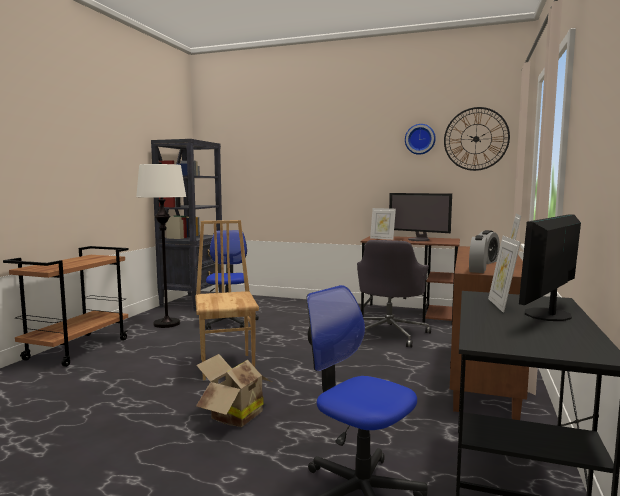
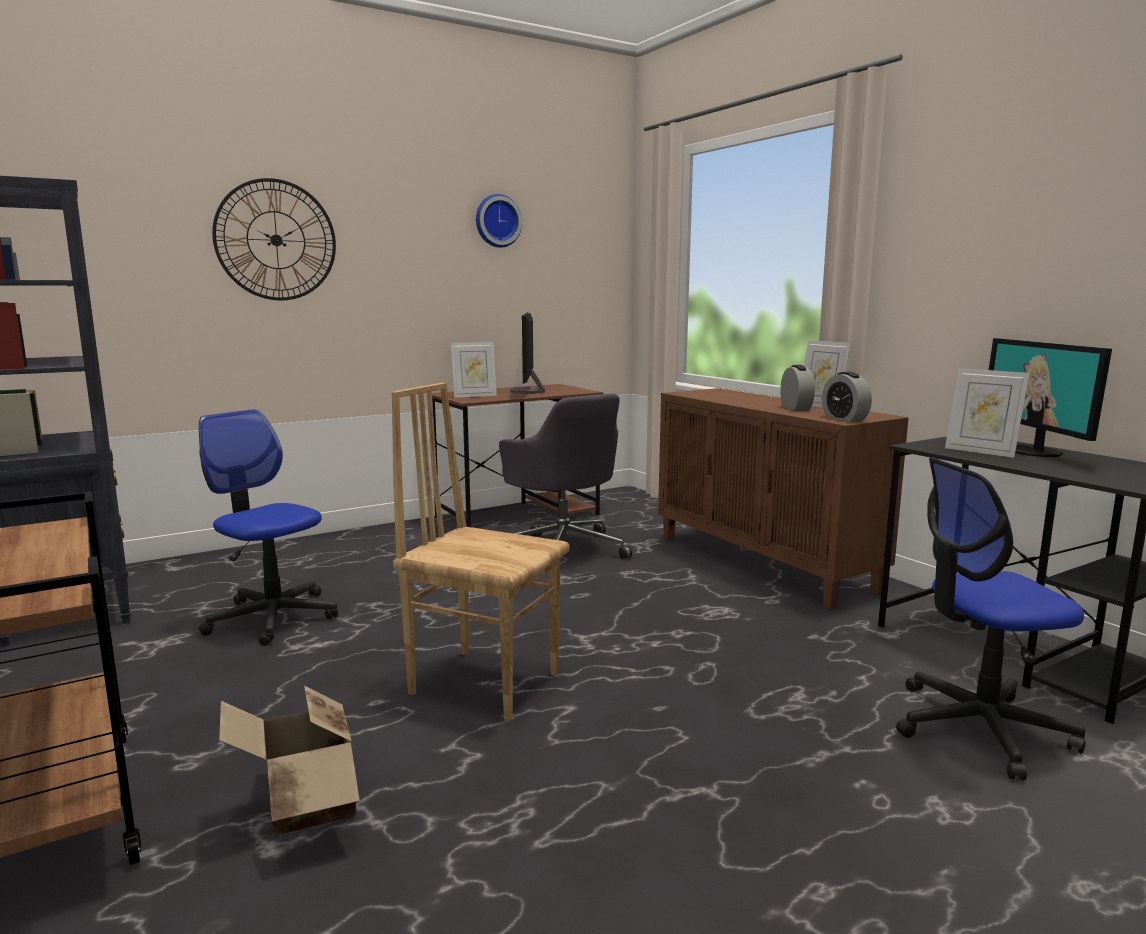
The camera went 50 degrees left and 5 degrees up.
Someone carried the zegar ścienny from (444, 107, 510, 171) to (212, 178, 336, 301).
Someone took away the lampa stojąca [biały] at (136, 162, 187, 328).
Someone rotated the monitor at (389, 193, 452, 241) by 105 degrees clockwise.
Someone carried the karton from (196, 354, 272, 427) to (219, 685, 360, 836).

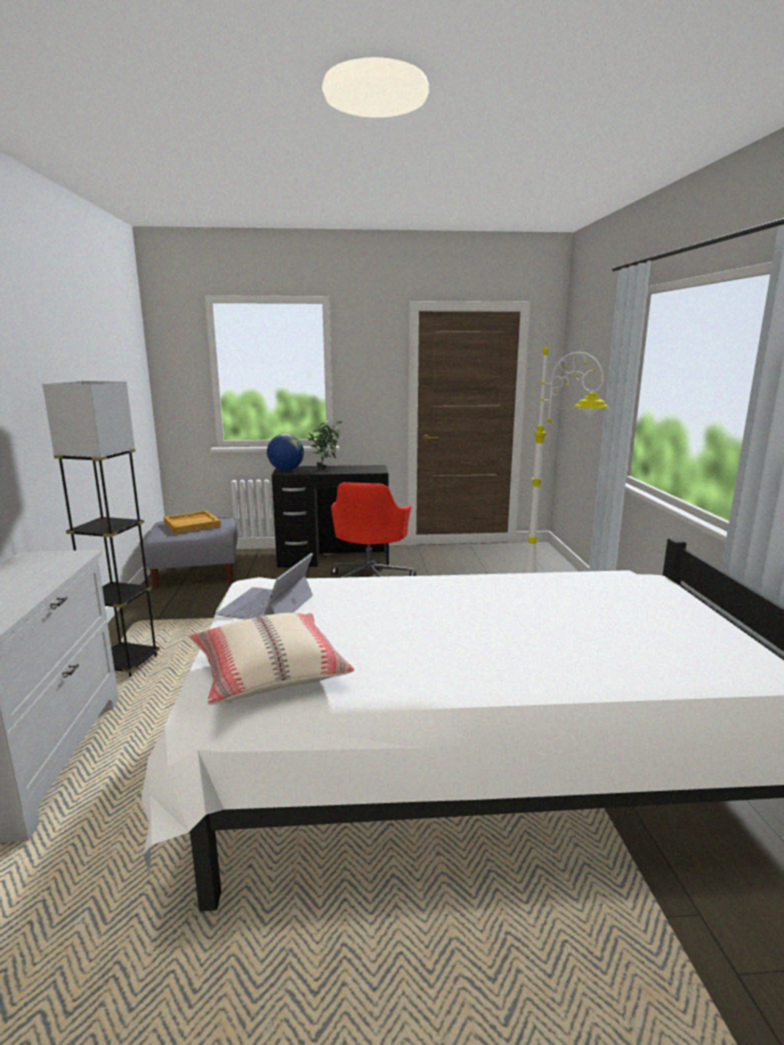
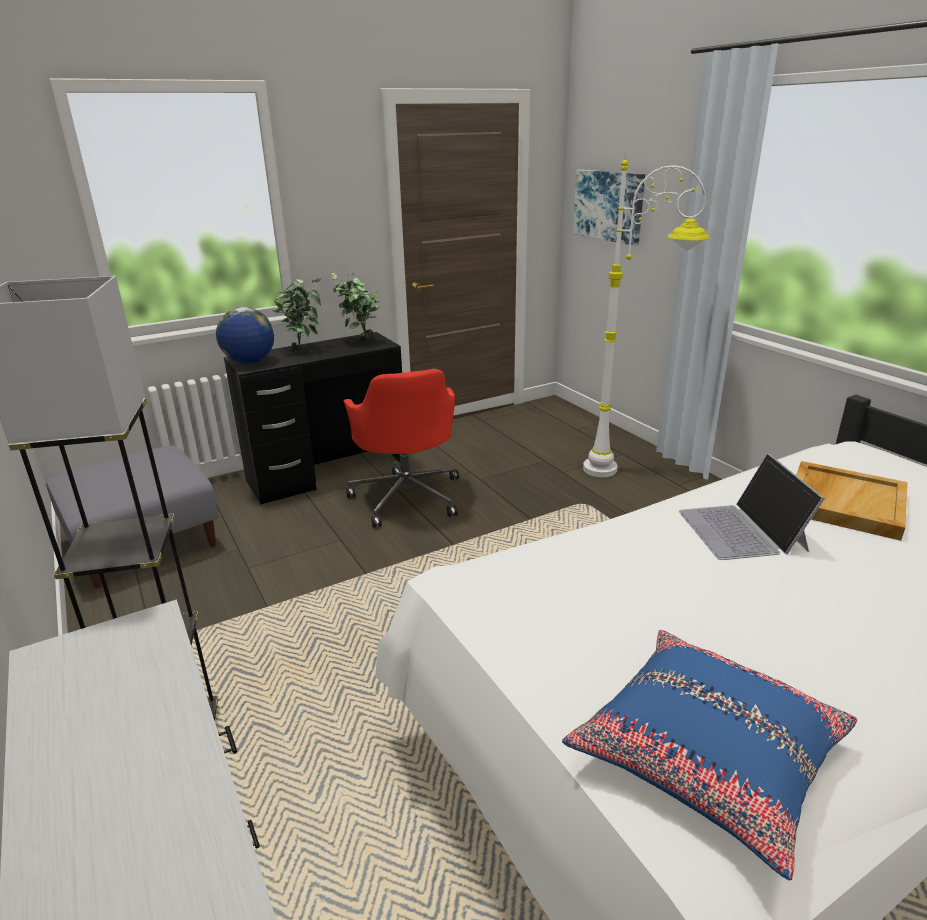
The camera went 25 degrees left and 10 degrees up.
Someone carried the taca [beżowy] from (163, 511, 221, 534) to (796, 461, 908, 541).
Someone carried the laptop from (215, 553, 313, 620) to (679, 453, 825, 560).
Someone repainted the poduszka [beżowy] at (189, 613, 354, 705), which became the poduszka [niebieski] at (562, 630, 857, 881).
Someone put up the obraz at (573, 170, 645, 246).
Someone put down the roślina doniczkowa at (331, 273, 380, 342).

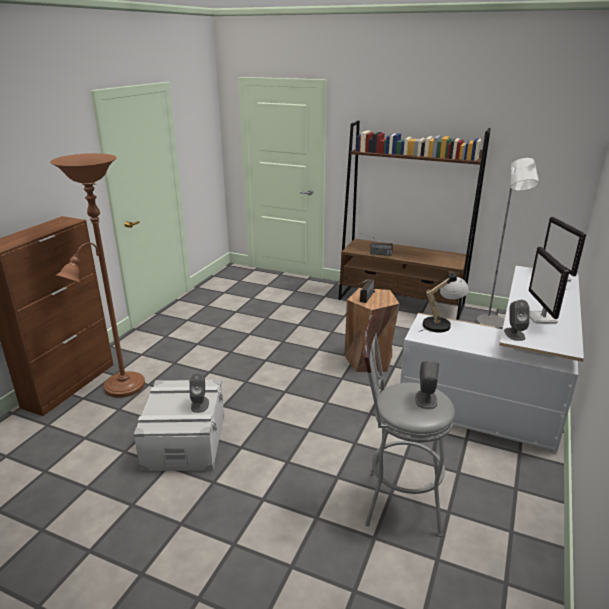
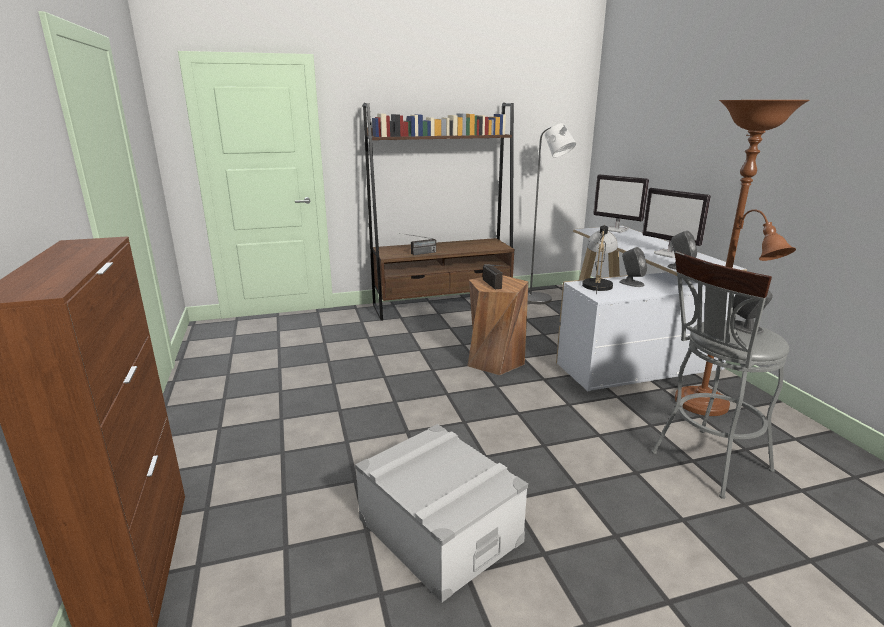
The camera went 40 degrees left and 5 degrees down.
Someone carried the lampa stojąca [brązowy] from (50, 153, 145, 398) to (675, 100, 810, 416).
Someone carried the głośnik [szary] from (189, 373, 209, 413) to (619, 247, 647, 287).

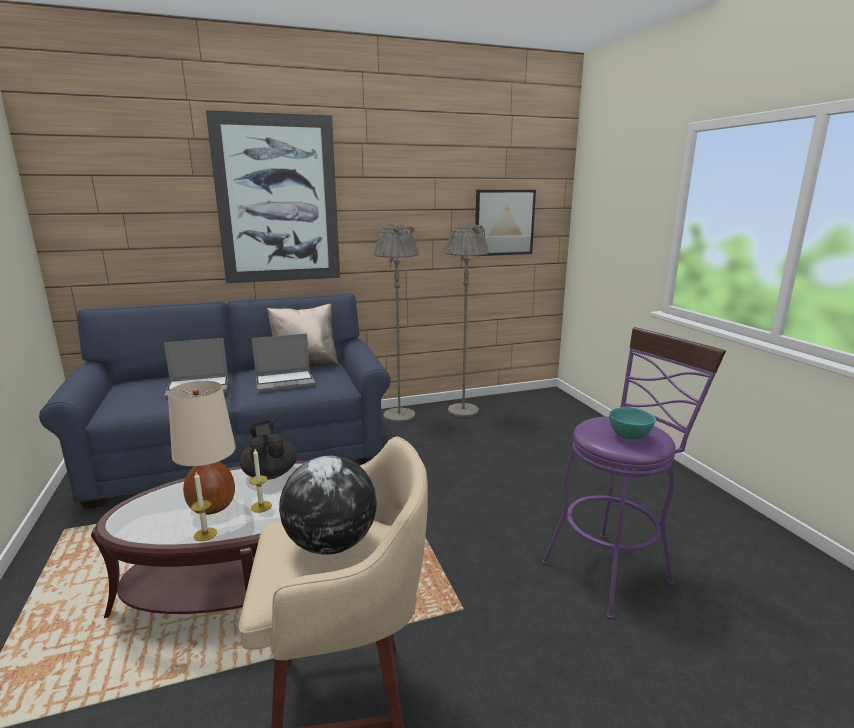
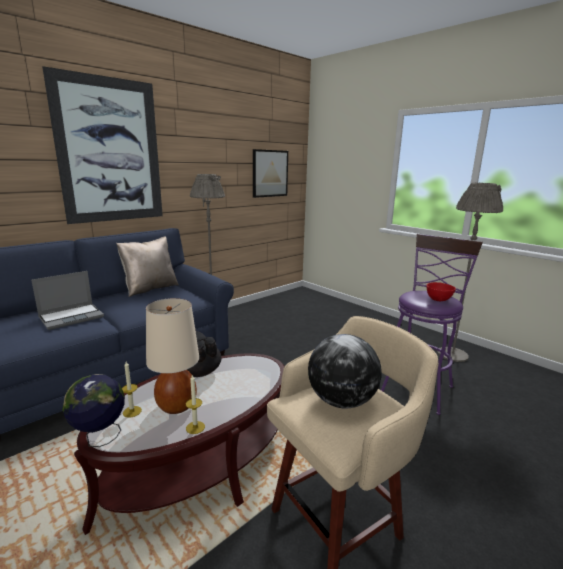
The camera went 25 degrees left and 0 degrees up.
Someone carried the lampa stojąca [szary] from (445, 224, 489, 417) to (437, 183, 503, 362).
Someone took away the laptop at (252, 333, 315, 392).
Someone repainted the miska [turkusowy] at (609, 407, 656, 440), which became the miska [czerwony] at (426, 282, 456, 301).
Someone carried the świeca from (249, 449, 272, 513) to (122, 362, 142, 418).
Someone put down the globus at (62, 374, 125, 447).

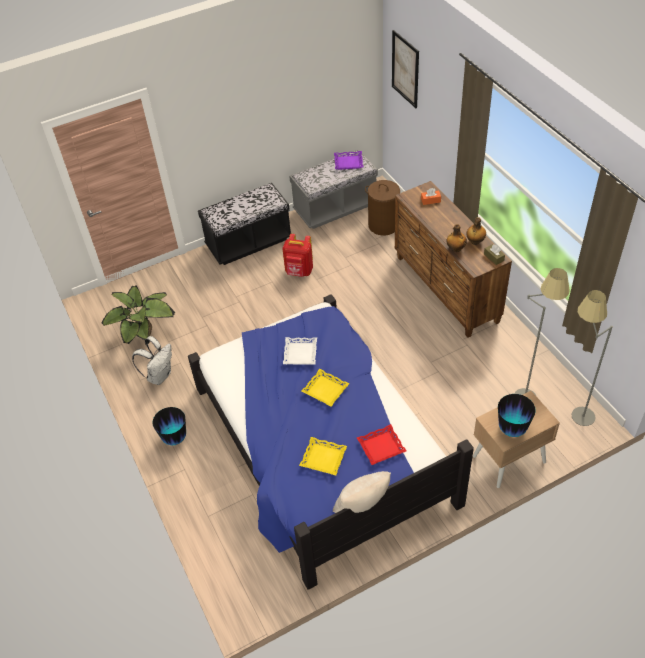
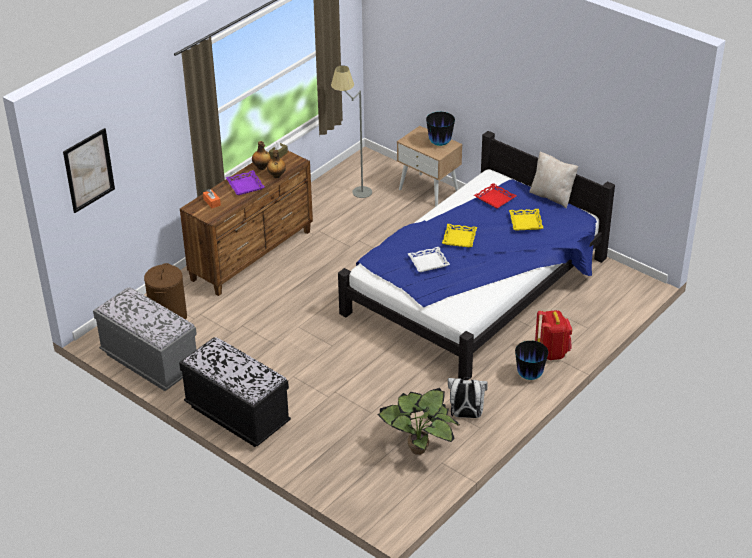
The camera went 115 degrees left and 10 degrees down.
Someone carried the taca [fioletowy] from (334, 151, 364, 170) to (225, 170, 265, 195).
Someone carried the plecak [czerwony] from (282, 234, 313, 277) to (535, 310, 572, 360).
Someone took away the lampa stojąca [szary] at (571, 290, 613, 426).

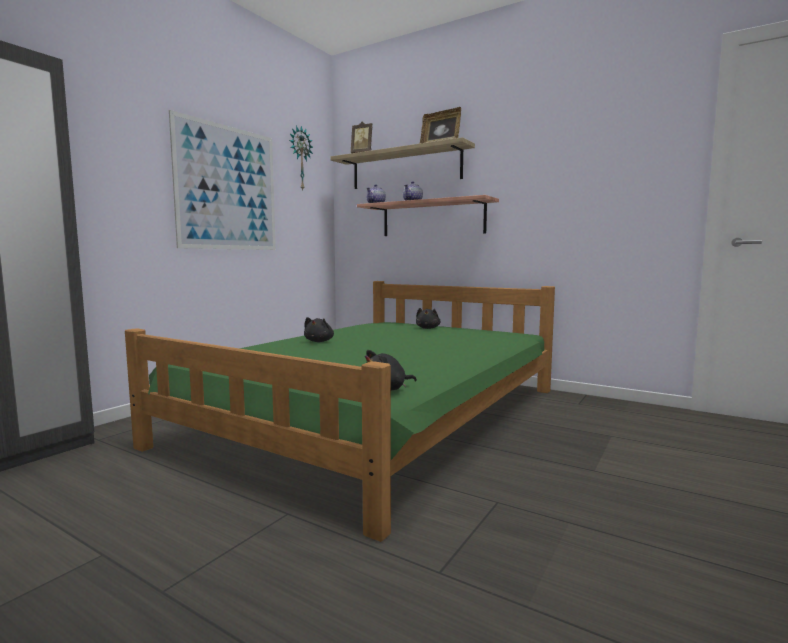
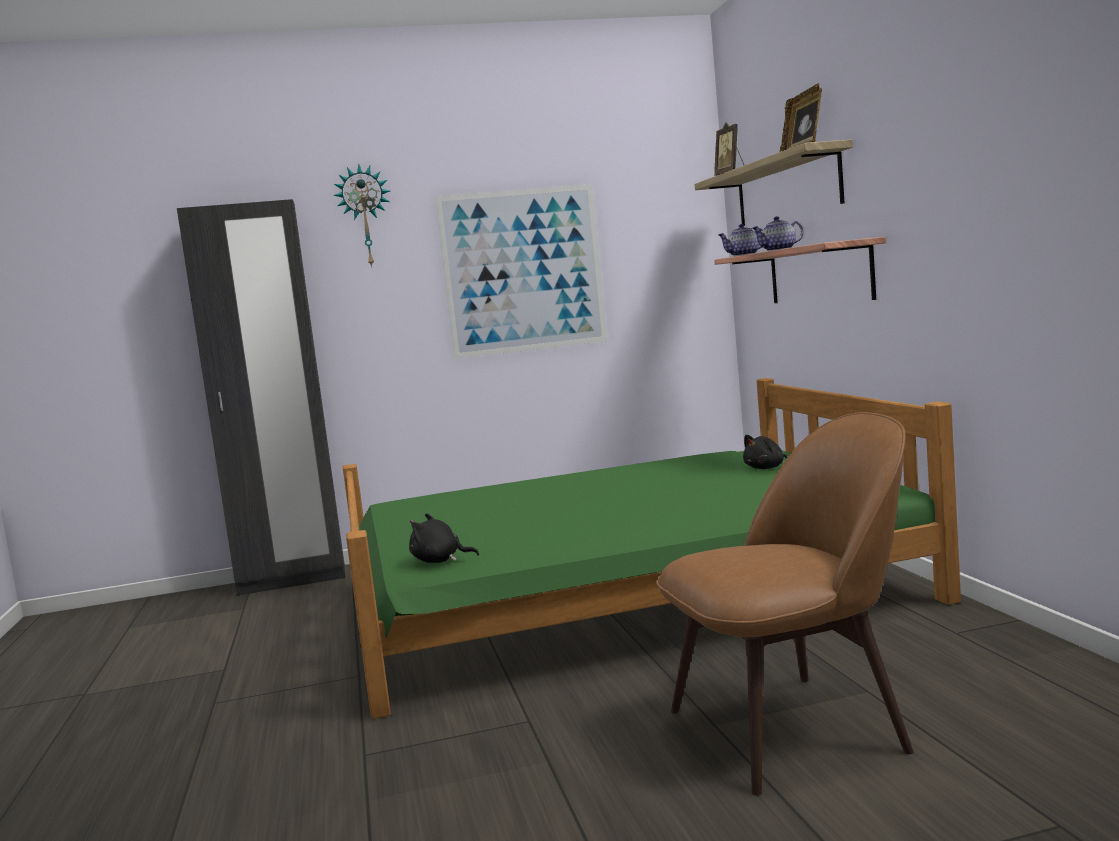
The camera went 45 degrees right and 0 degrees up.
Someone carried the zegar ścienny from (289, 126, 314, 190) to (333, 164, 390, 268).
Someone took away the pluszak [czarny] at (304, 317, 334, 342).
Someone put down the krzesło [brązowy] at (656, 412, 914, 796).

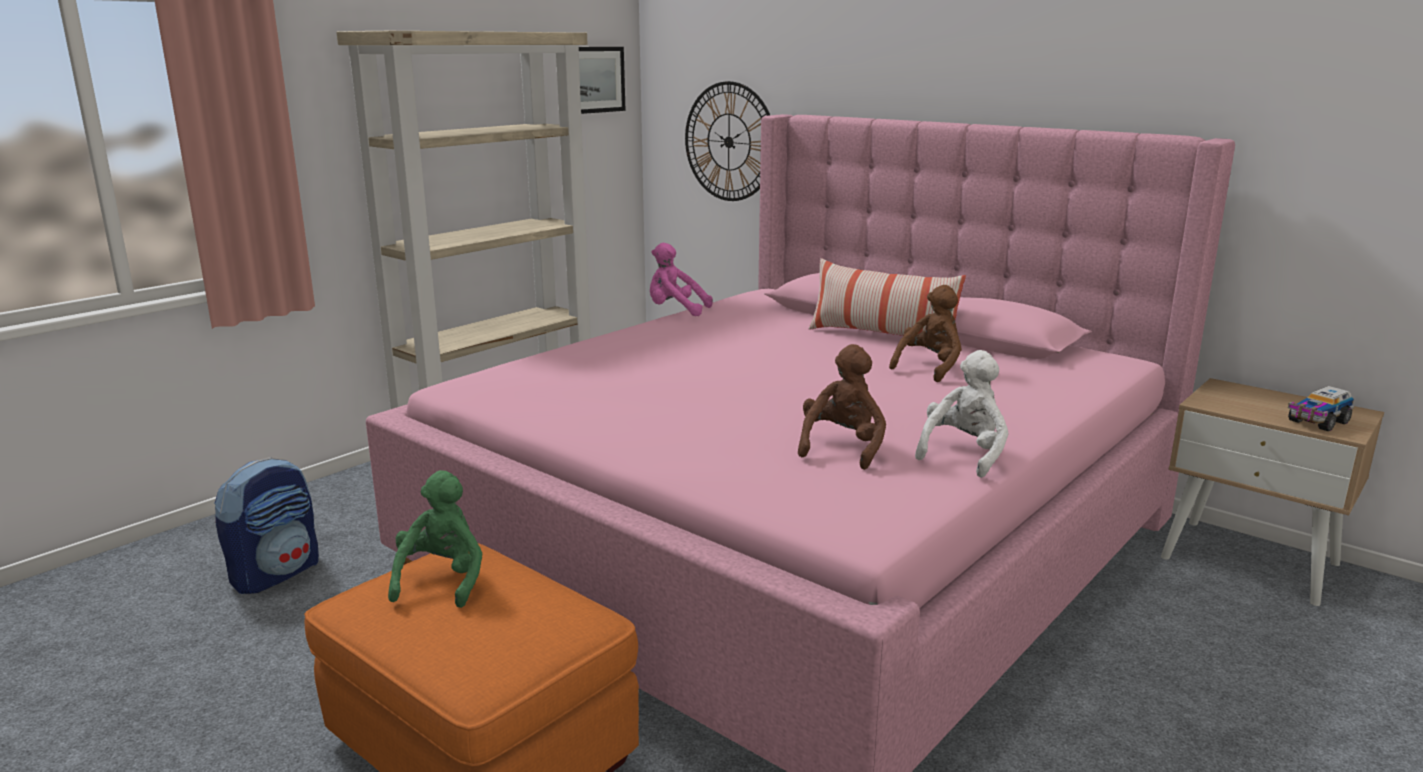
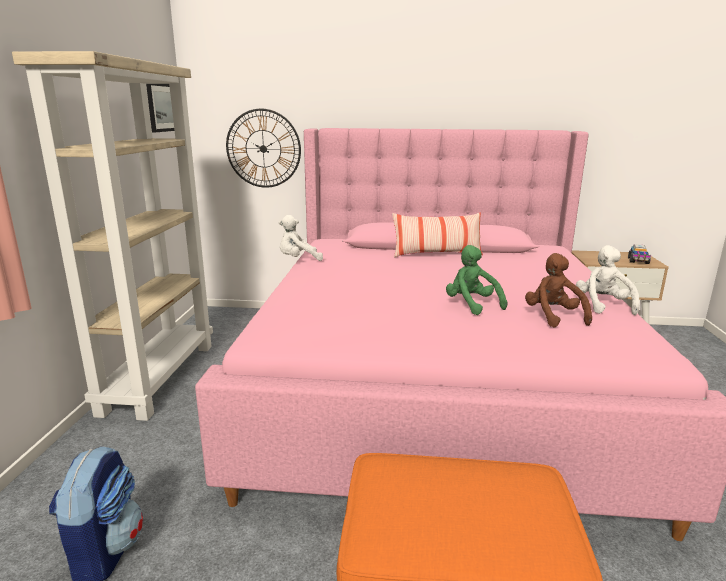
The camera went 35 degrees left and 0 degrees up.
Someone repainted the pluszak [różowy] at (650, 243, 713, 316), which became the pluszak [biały] at (279, 215, 323, 261).
Someone took away the pluszak [brązowy] at (889, 285, 962, 382).
Someone carried the pluszak [zielony] from (388, 470, 483, 608) to (446, 245, 508, 315).

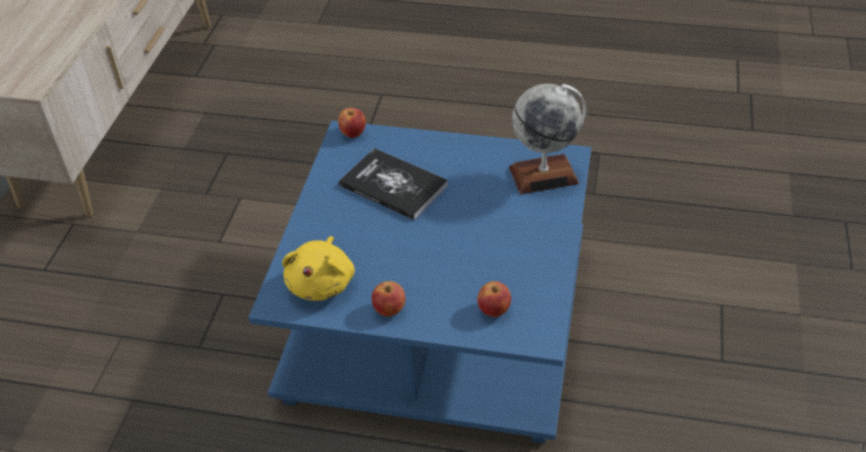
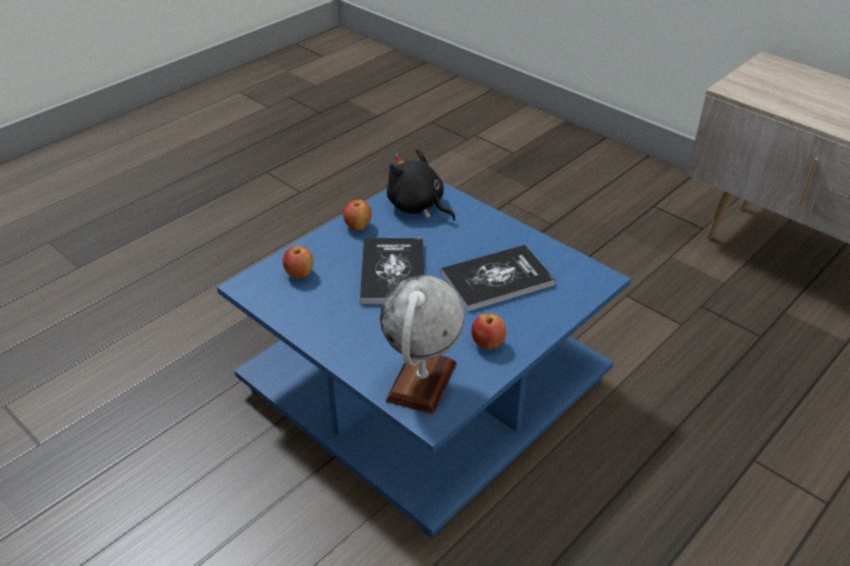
The camera went 120 degrees right and 5 degrees down.
Someone carried the jabłko from (338, 108, 366, 138) to (471, 313, 506, 349).
Someone repainted the pluszak [żółty] at (282, 236, 355, 301), which became the pluszak [czarny] at (387, 149, 456, 221).
Someone put down the książka at (360, 238, 424, 304).

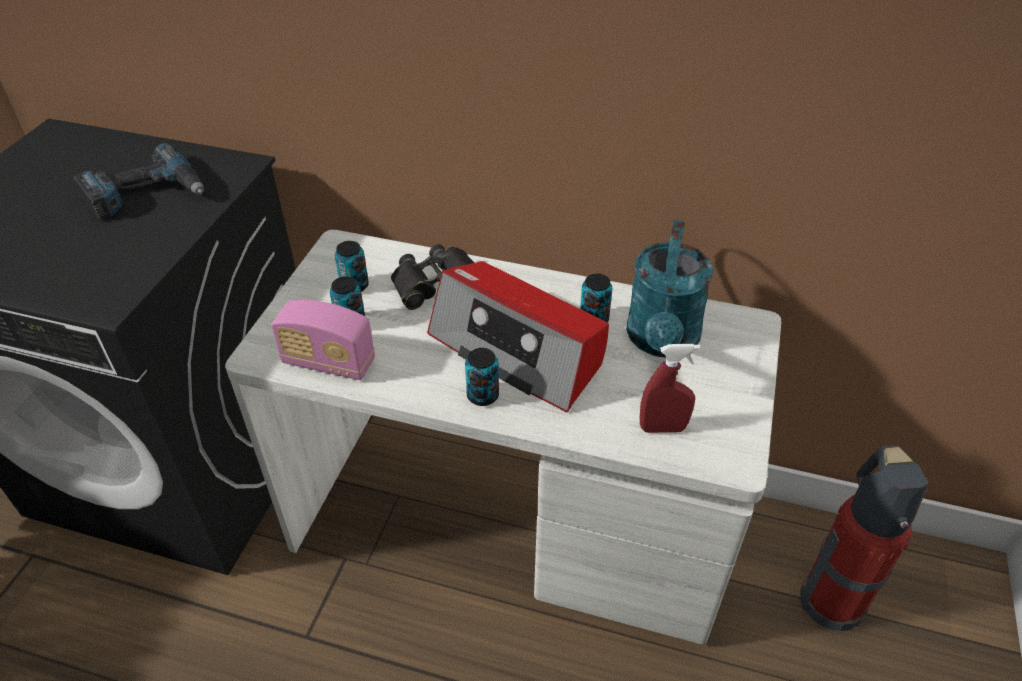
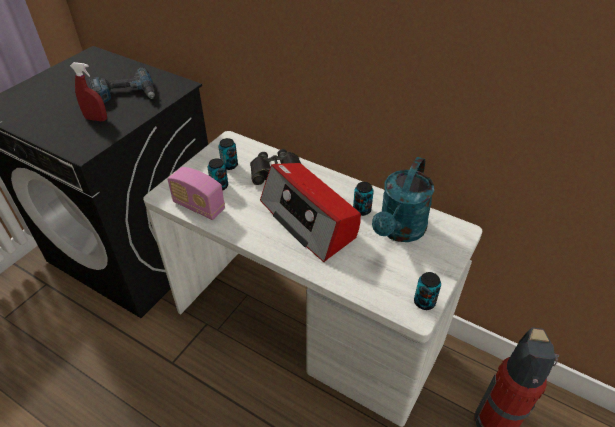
The camera went 15 degrees right and 0 degrees up.
Someone carried the spryskiwacz [czerwony] from (640, 344, 701, 433) to (70, 62, 107, 121).
Someone carried the puszka from (465, 348, 499, 406) to (414, 272, 441, 310).

